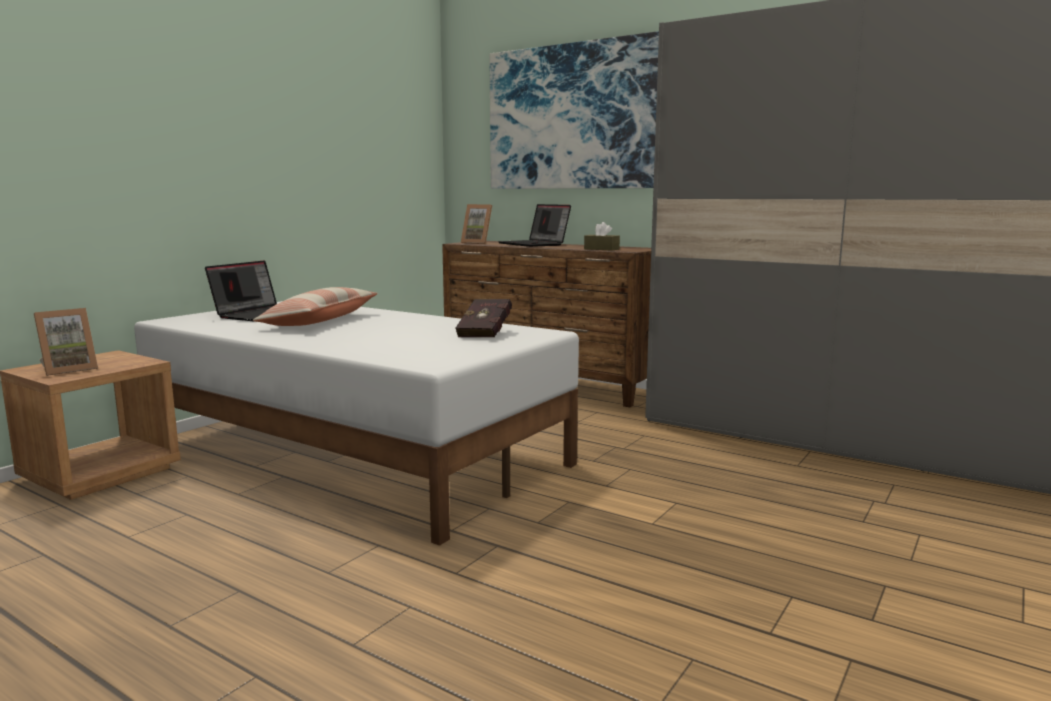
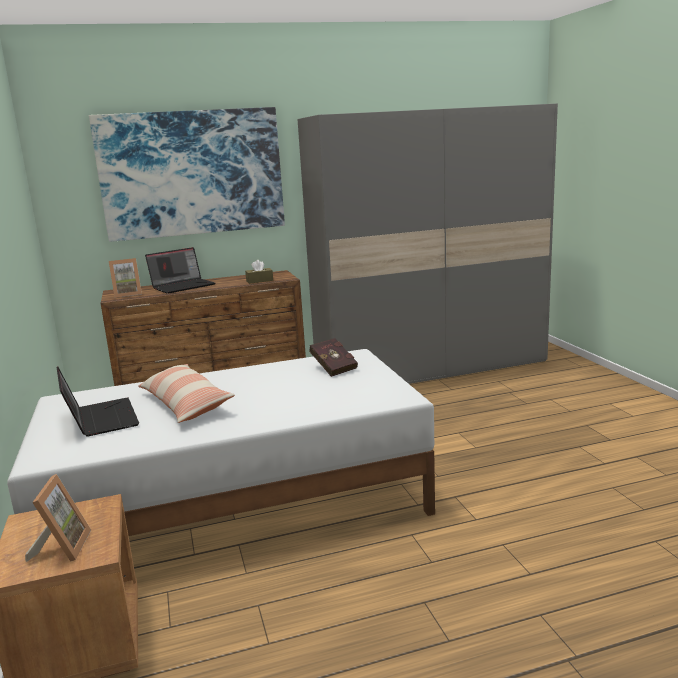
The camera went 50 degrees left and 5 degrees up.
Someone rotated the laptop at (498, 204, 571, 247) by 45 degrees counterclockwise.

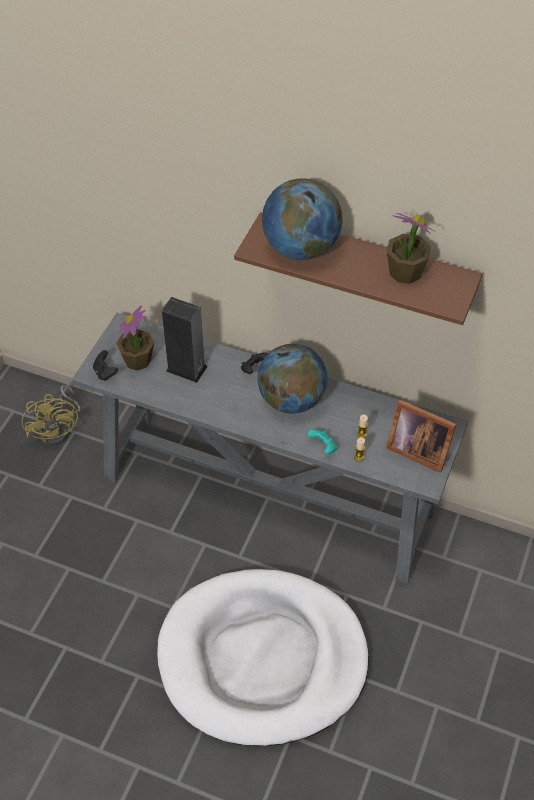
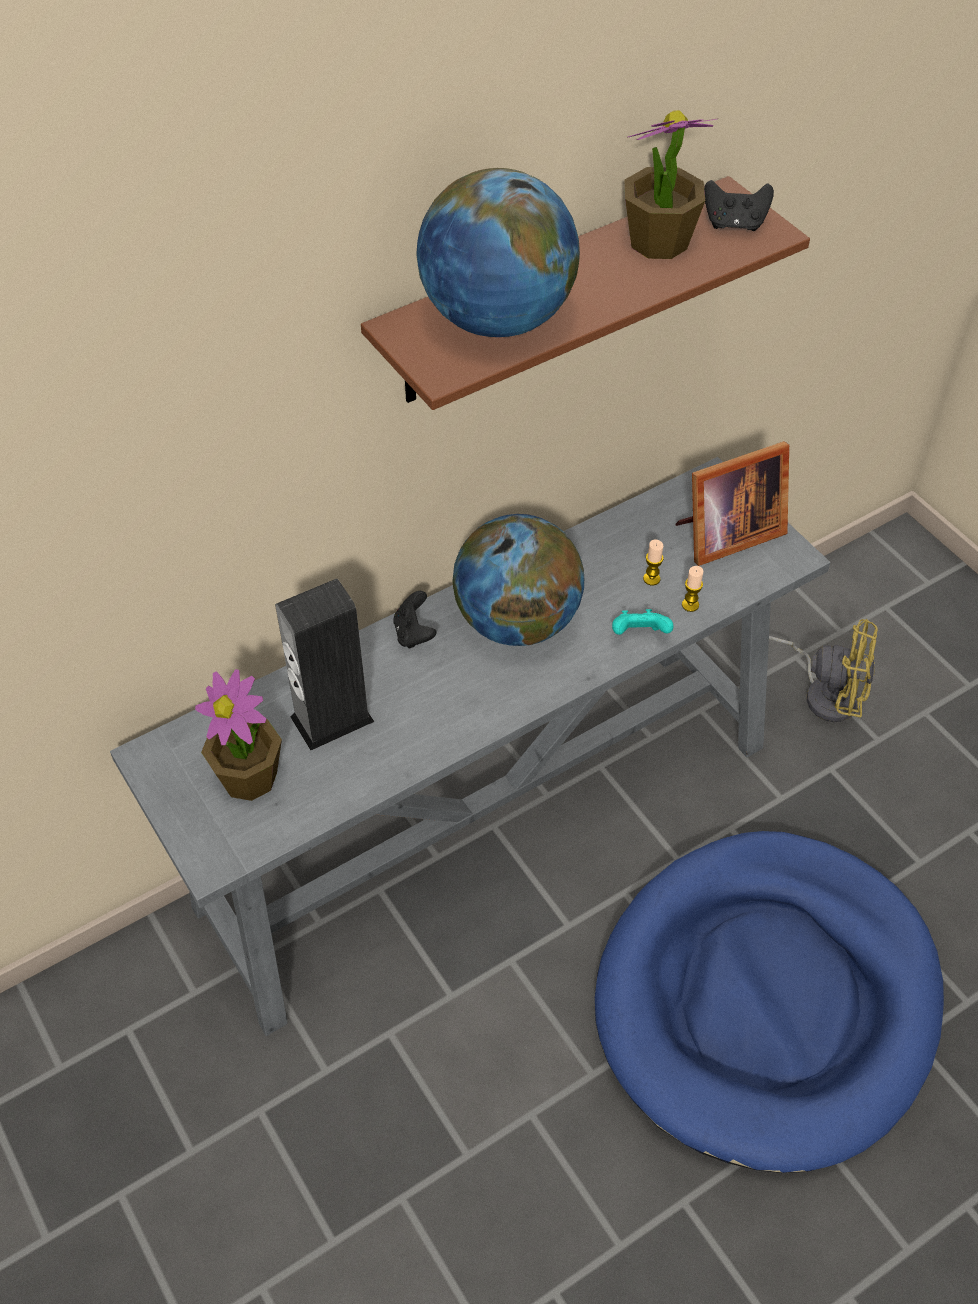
The camera went 55 degrees left and 0 degrees up.
Someone carried the pad do gier [czarny] from (93, 350, 118, 381) to (704, 180, 774, 231).
Someone carried the wentylator [żółty] from (21, 385, 80, 446) to (769, 619, 878, 722).
Someone repainted the legowisko [biały] at (157, 569, 369, 746), which became the legowisko [niebieski] at (595, 831, 944, 1173).

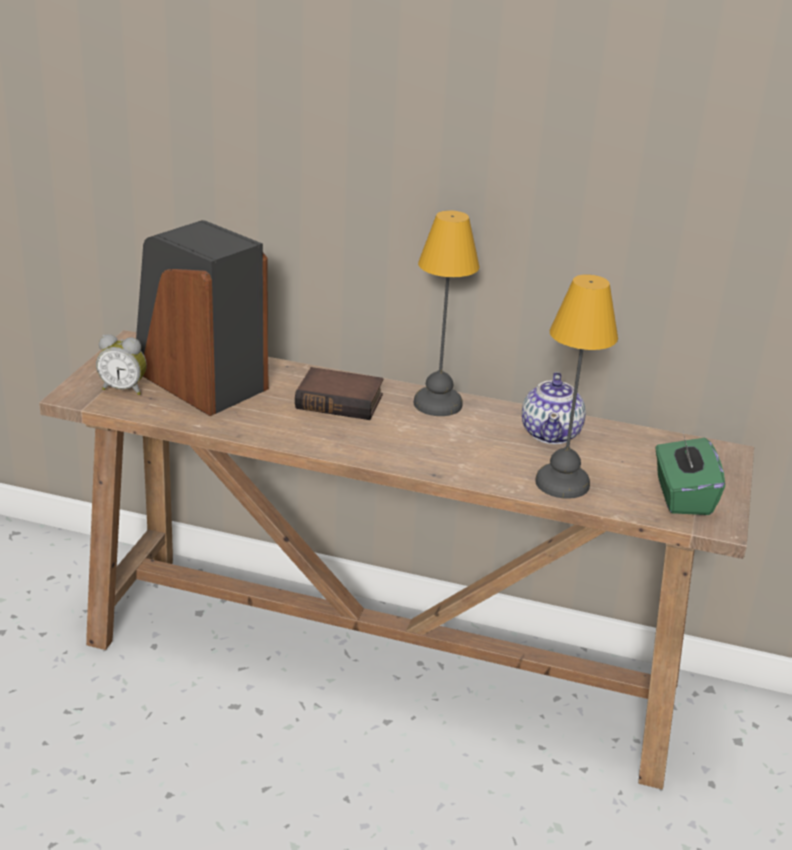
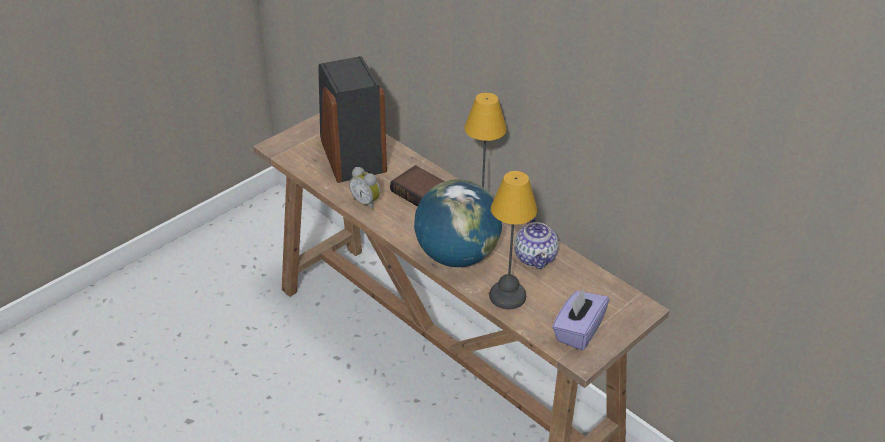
The camera went 30 degrees right and 10 degrees up.
Someone carried the budzik from (96, 334, 147, 395) to (349, 167, 380, 210).
Someone rotated the imbryk at (522, 372, 586, 444) by 45 degrees counterclockwise.
Someone repainted the pudełko chusteczek [zielony] at (656, 432, 725, 515), which became the pudełko chusteczek [fioletowy] at (552, 289, 609, 350).
Someone put down the globus at (414, 179, 502, 267).

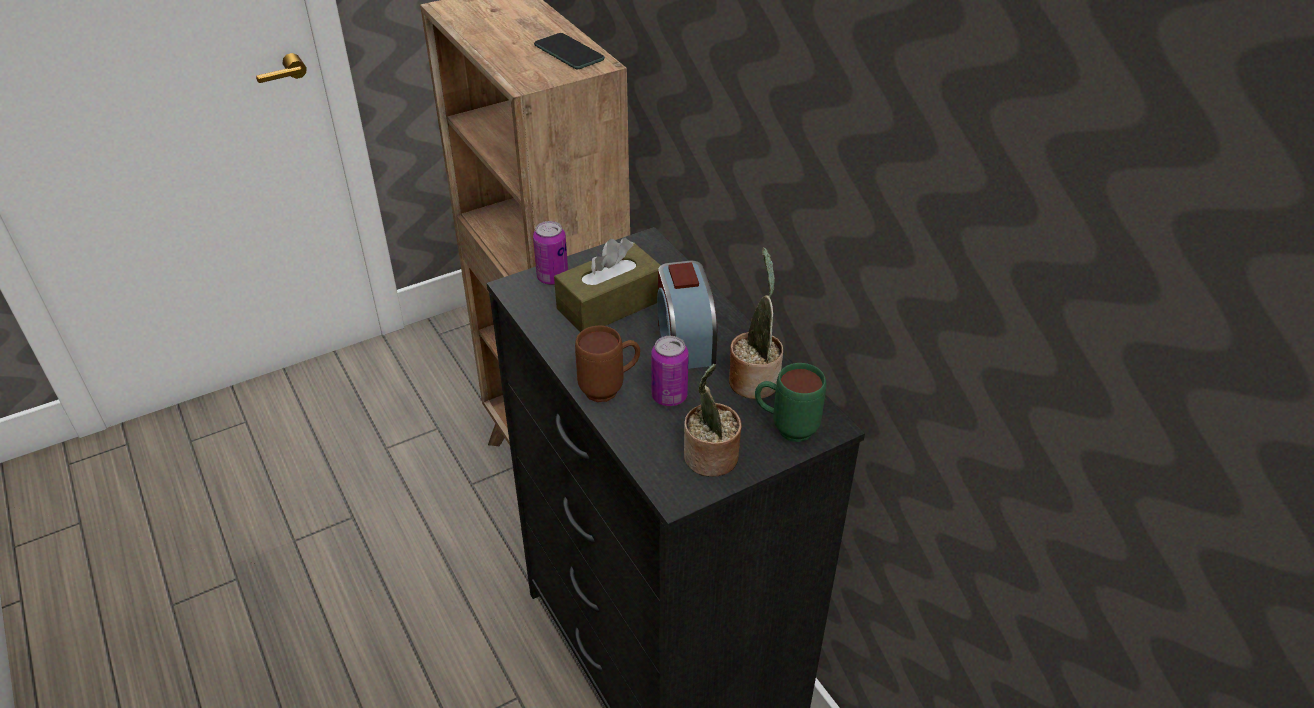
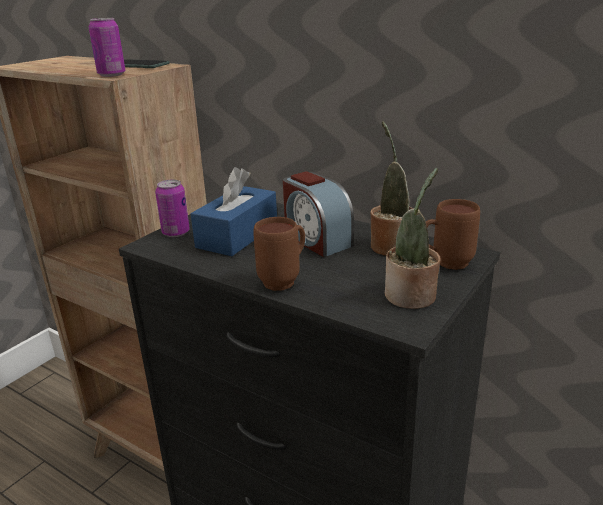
The camera went 25 degrees left and 15 degrees down.
Someone repainted the pudełko chusteczek [brązowy] at (554, 237, 661, 332), which became the pudełko chusteczek [niebieski] at (191, 167, 277, 256).
Someone carried the puszka from (651, 336, 689, 406) to (89, 18, 125, 77).
Someone repainted the kubek [zielony] at (755, 363, 826, 442), which became the kubek [brązowy] at (426, 199, 480, 270).

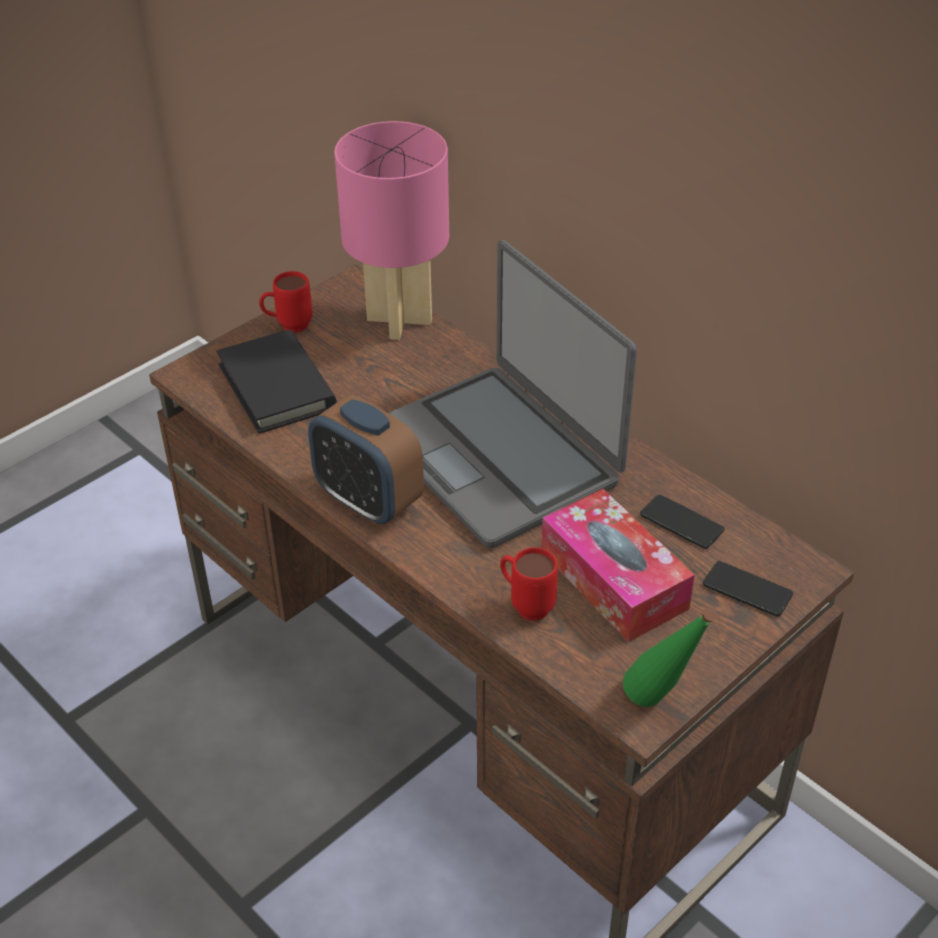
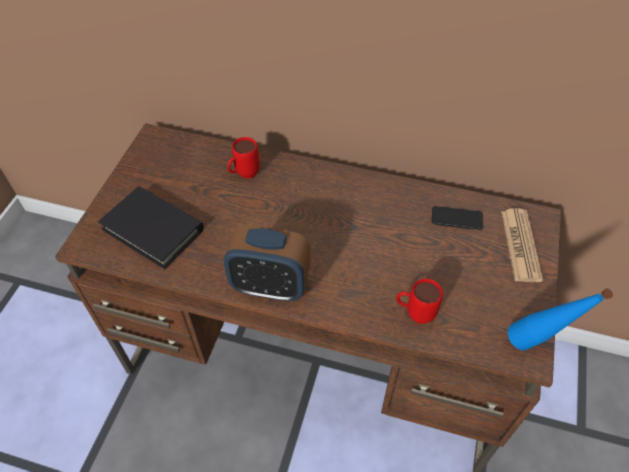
The camera went 30 degrees left and 10 degrees up.
Someone took away the lampa stołowa [różowy] at (334, 121, 449, 340).
Someone took away the laptop at (389, 240, 637, 548).
Someone carried the kubek [czerwony] from (259, 271, 312, 333) to (227, 137, 260, 179).
Someone took away the pudełko chusteczek at (541, 489, 695, 642).
Someone swapped the telefon at (703, 561, 793, 617) for the gazeta at (501, 208, 543, 282).
Someone repainted the butelka [zielony] at (623, 607, 717, 707), which became the butelka [niebieski] at (508, 288, 613, 350).

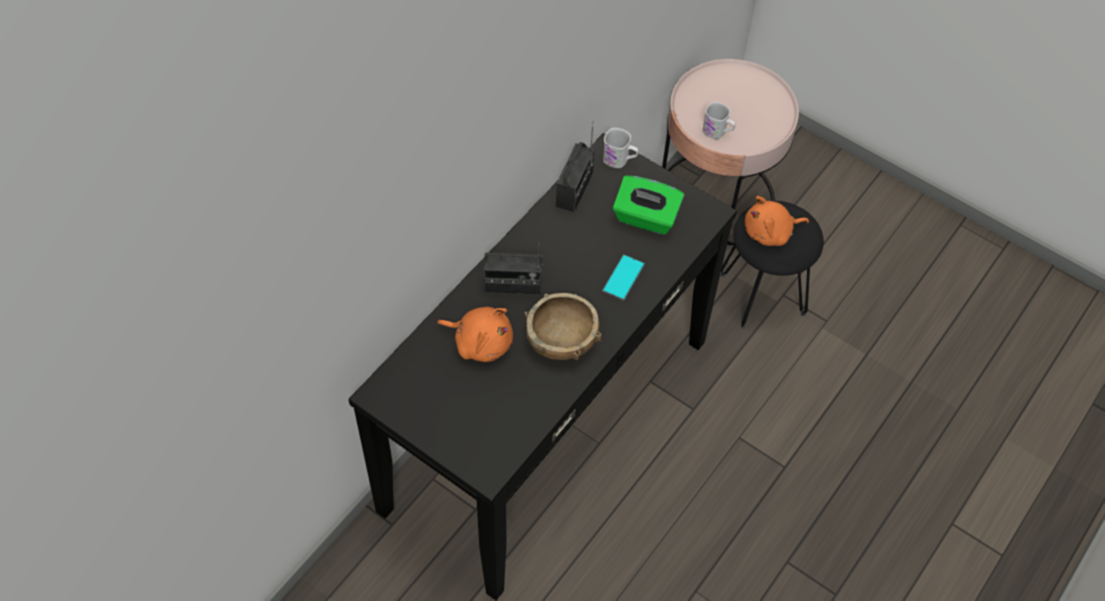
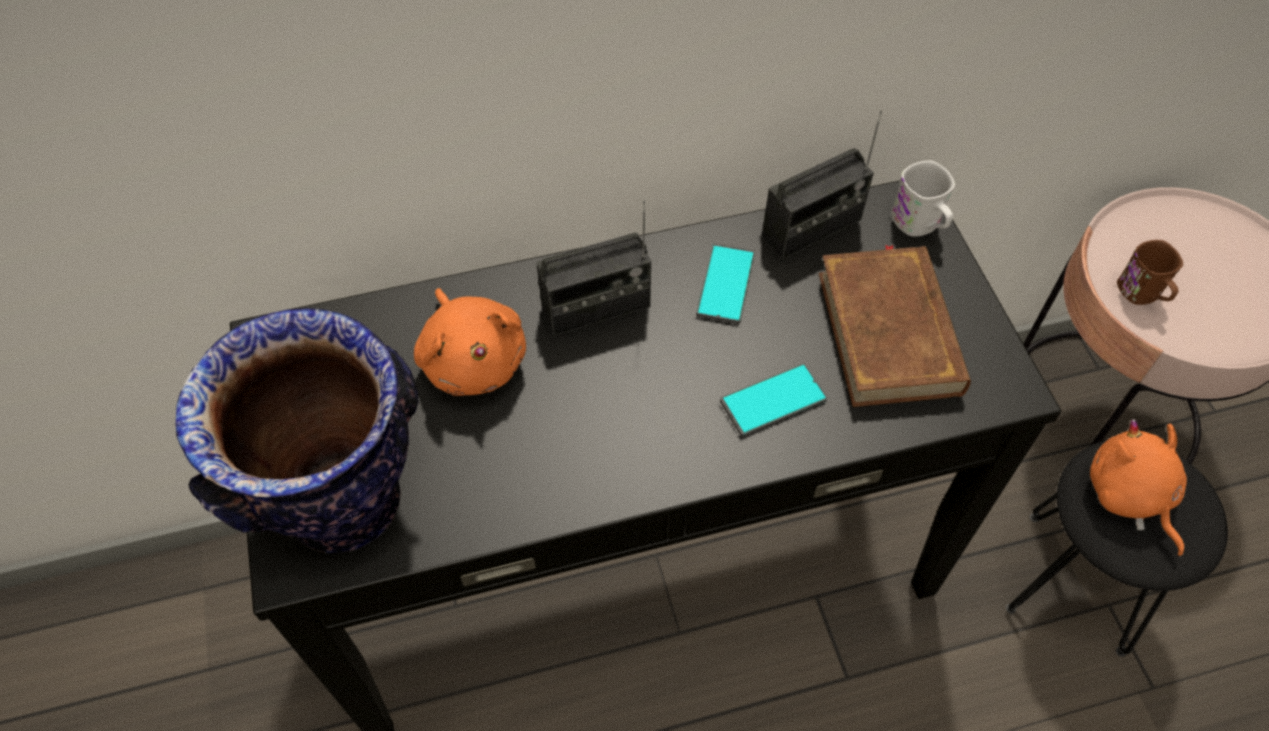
The camera went 40 degrees right and 0 degrees up.
Someone repainted the kubek [biały] at (702, 102, 736, 139), which became the kubek [brązowy] at (1117, 240, 1183, 305).
Someone swapped the pudełko chusteczek [zielony] at (613, 176, 684, 235) for the książka [brązowy] at (819, 244, 971, 407).
Someone rotated the pluszak [pomarańczowy] at (745, 196, 809, 246) by 45 degrees clockwise.
Someone rotated the radio at (483, 242, 543, 295) by 60 degrees counterclockwise.
Someone took away the miska [brązowy] at (524, 293, 601, 360).
Someone put down the telefon at (696, 244, 755, 324).
Someone put down the wazon at (176, 308, 418, 553).

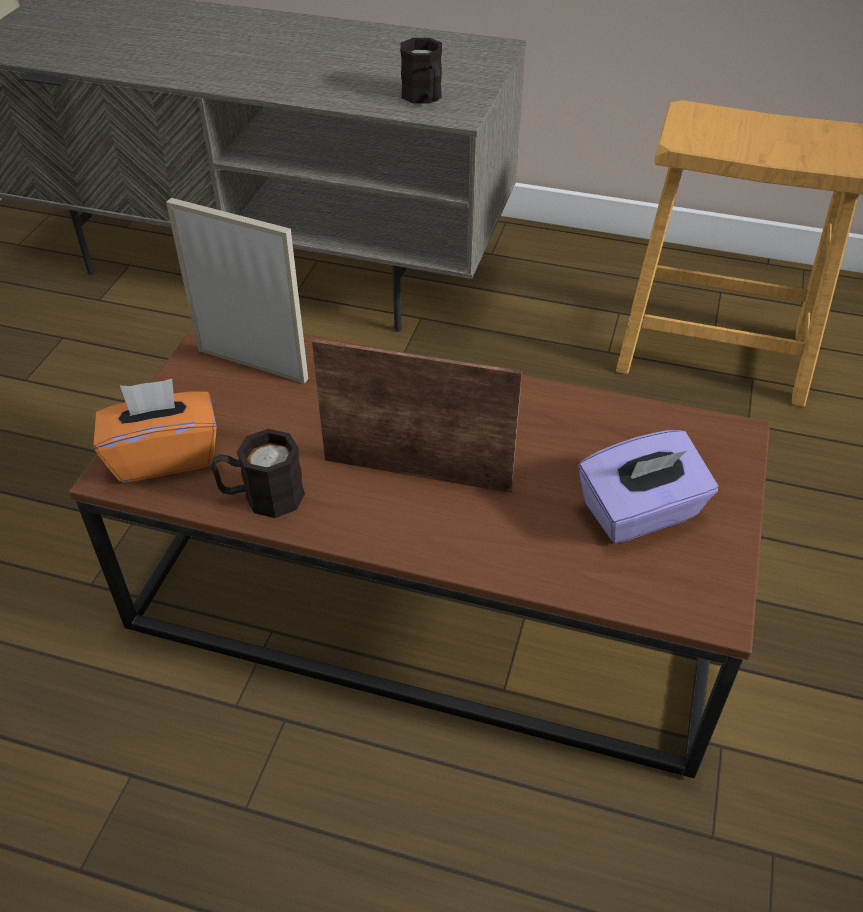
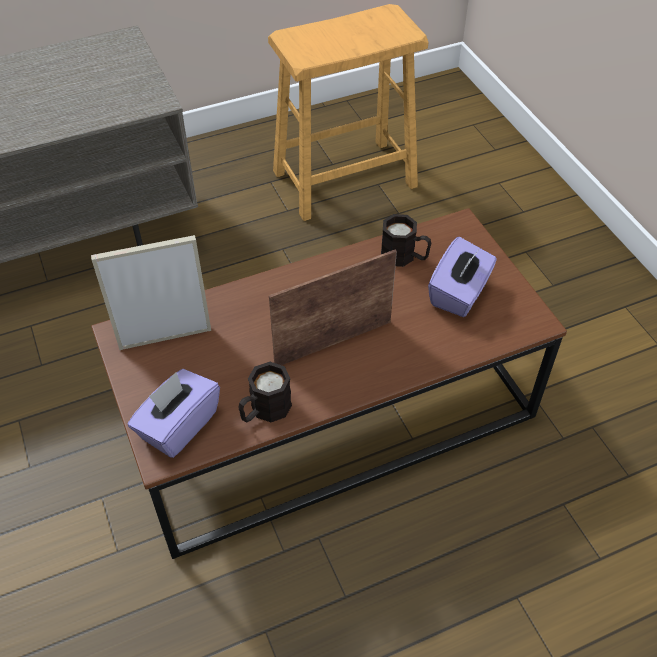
The camera went 40 degrees left and 5 degrees up.
Someone carried the kubek [czarny] from (400, 38, 442, 104) to (381, 214, 431, 267).
Someone repainted the pudełko chusteczek [pomarańczowy] at (94, 379, 217, 482), which became the pudełko chusteczek [fioletowy] at (128, 369, 220, 458).

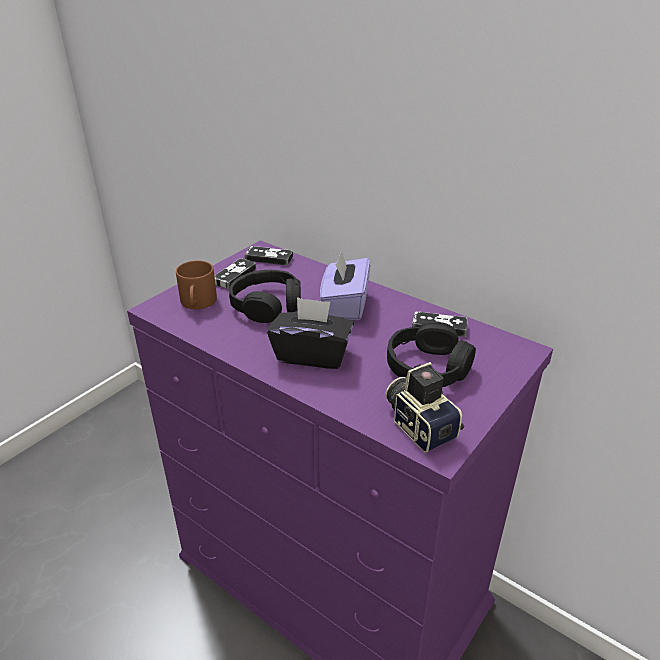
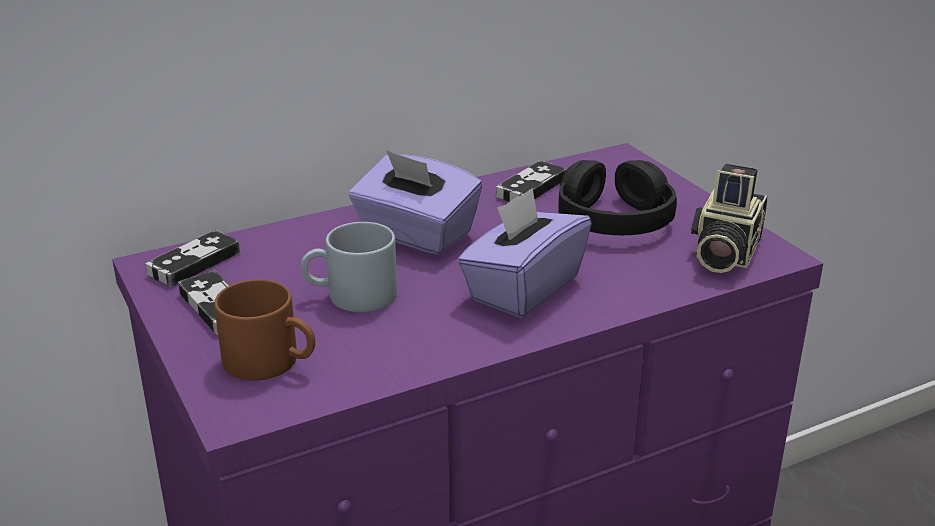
The camera went 65 degrees left and 5 degrees down.
Someone swapped the słuchawki [czarny] at (229, 270, 301, 323) for the kubek [szary] at (301, 222, 397, 312).
Someone repainted the pudełko chusteczek [czarny] at (267, 297, 354, 369), which became the pudełko chusteczek [fioletowy] at (457, 188, 592, 318).
Someone rotated the aparat fotograficzny at (385, 362, 464, 453) by 60 degrees counterclockwise.

